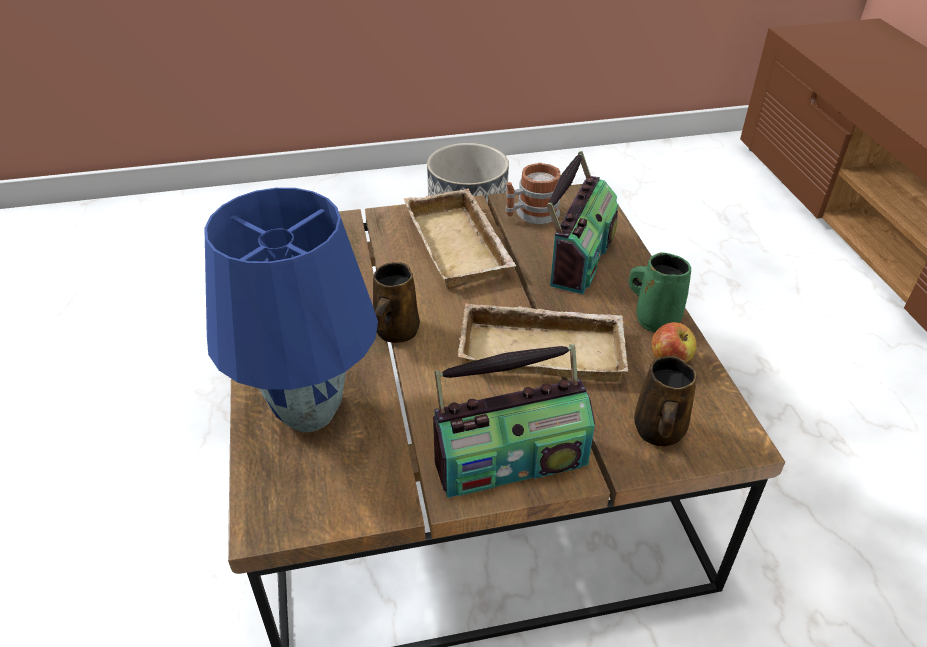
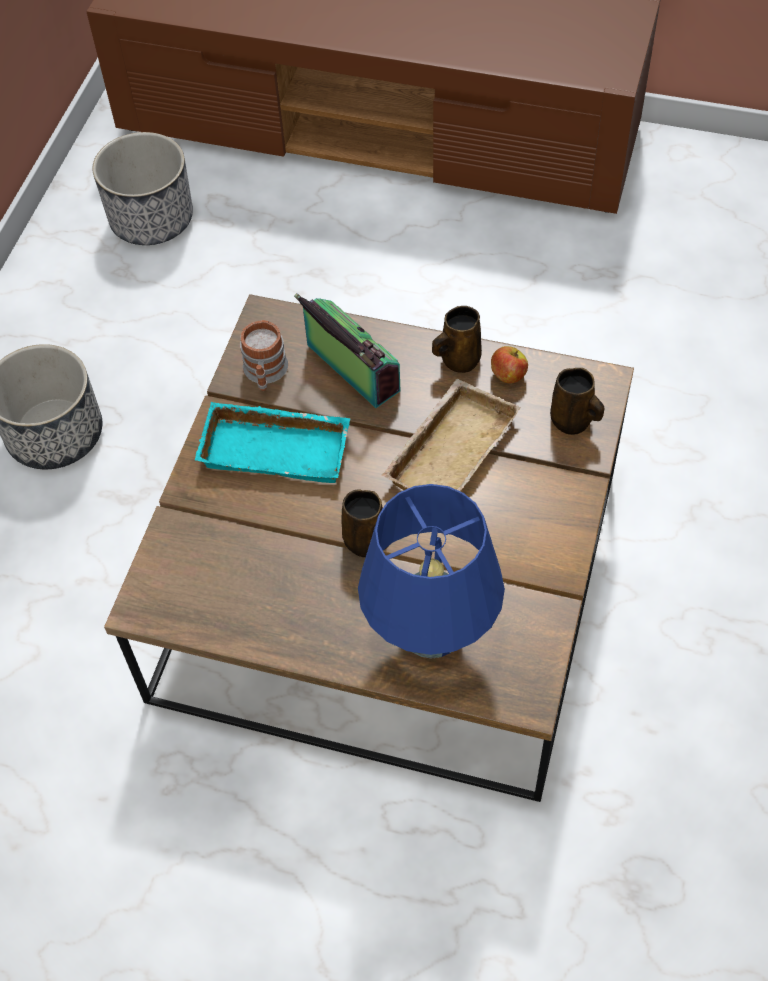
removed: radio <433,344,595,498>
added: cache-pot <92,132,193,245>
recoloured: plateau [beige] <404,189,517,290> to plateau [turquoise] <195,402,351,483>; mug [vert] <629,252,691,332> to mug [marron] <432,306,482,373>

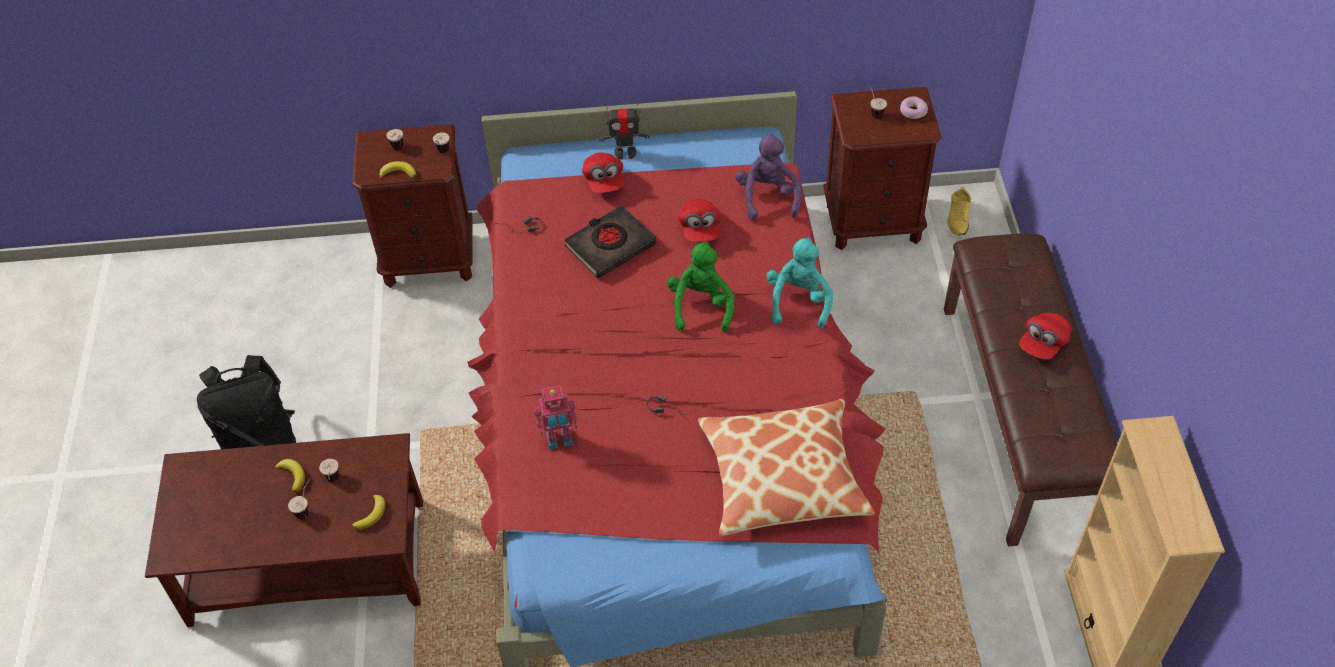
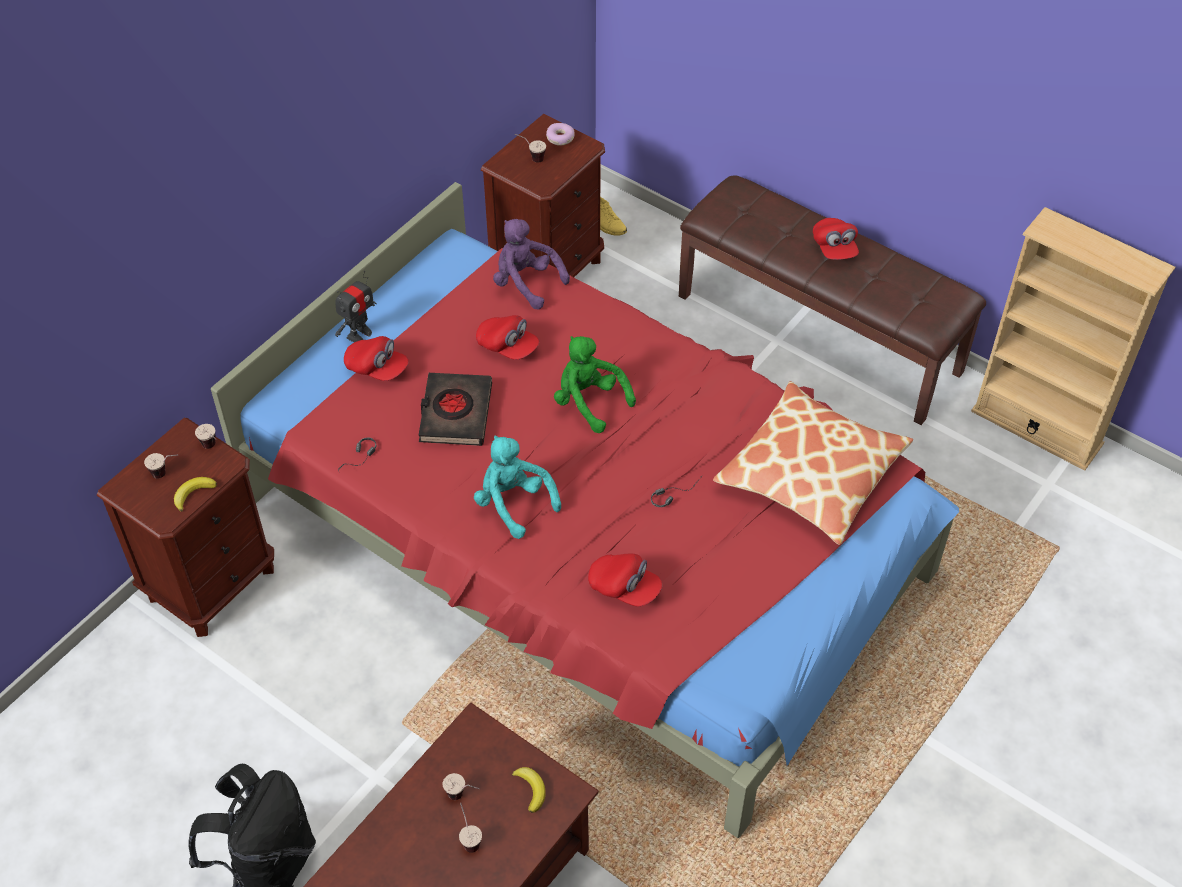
removed: banane <275,459,305,492>
moved: peluche [turquoise] <767,237,833,329> to <474,435,561,539>
replaced: robot jouet <535,386,577,450> to casquette [rouge] <588,554,662,607>

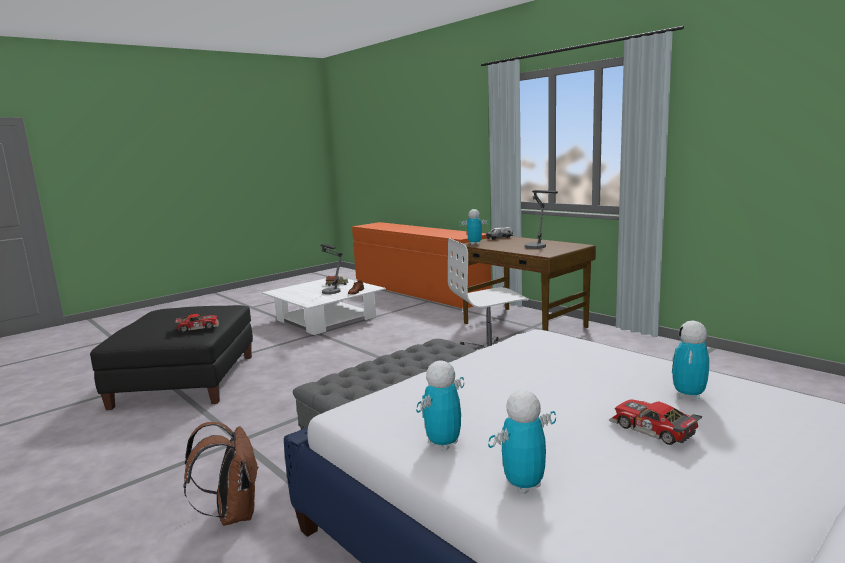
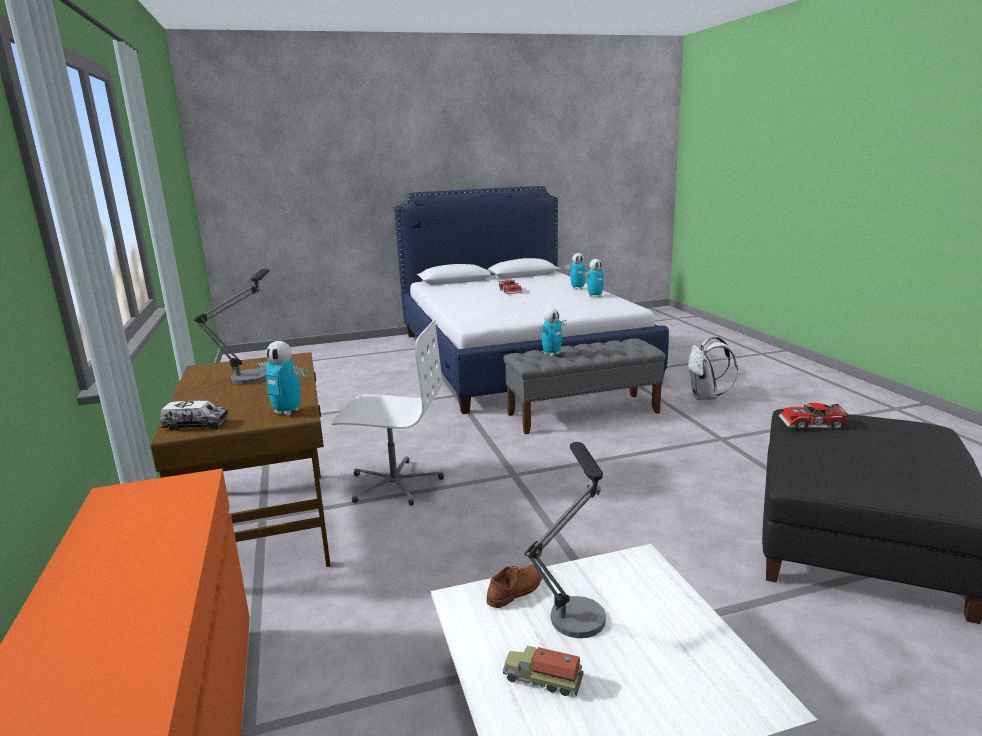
moved: robot jouet <672,321,709,400> to <536,308,567,356>
recoloured: sac à dos [marron] <183,422,259,526> to sac à dos [blanc] <688,336,738,400>

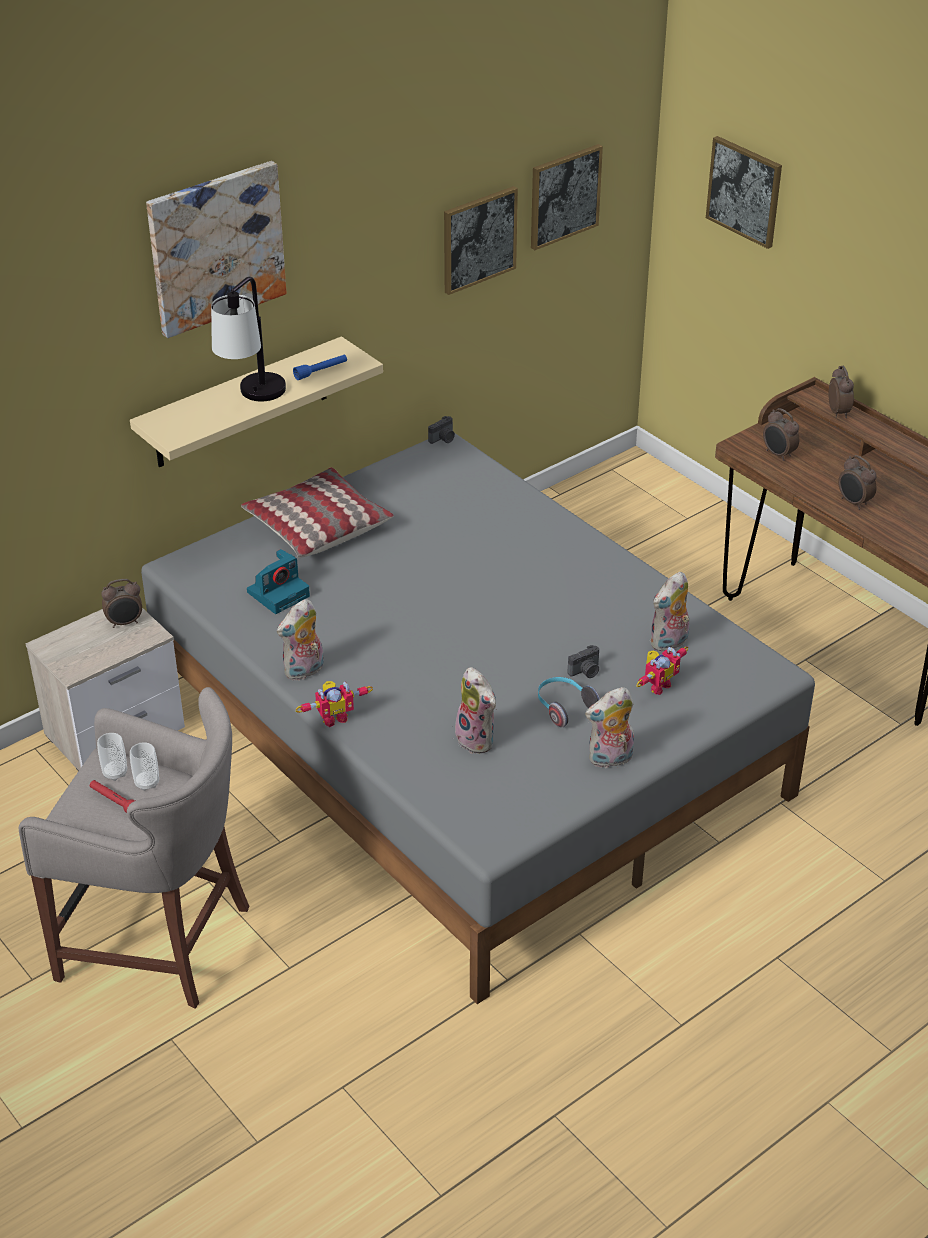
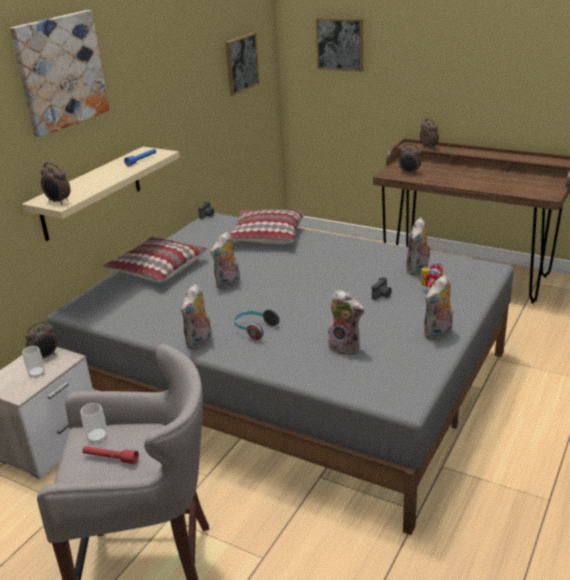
removed: lampe de table <211,277,286,401>; appareil photo <247,549,310,614>; robot jouet <295,681,373,727>; tableau <444,186,518,295>
added: peluche <210,232,240,289>; coussin <229,209,305,244>
moved: tasse <130,742,159,791> to <22,346,45,378>; casque audio <538,677,600,728> to <234,309,280,340>; réveil <838,455,877,510> to <40,162,70,205>

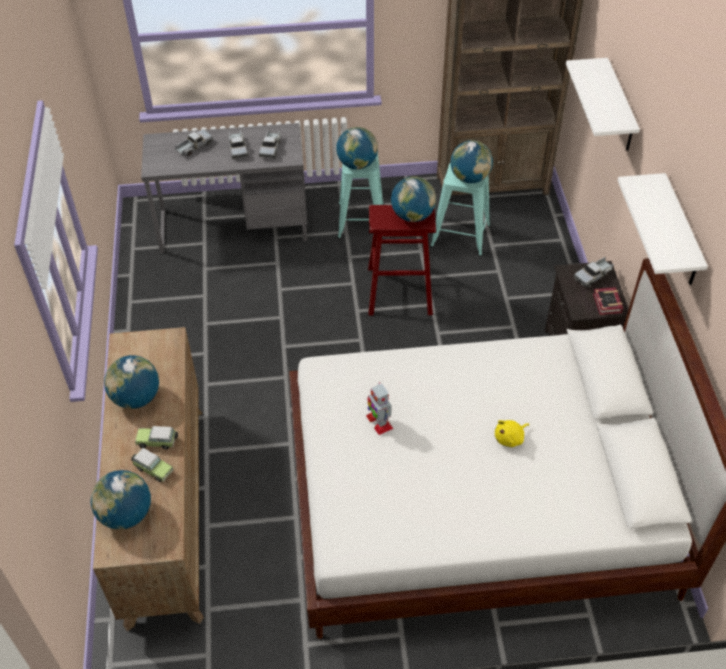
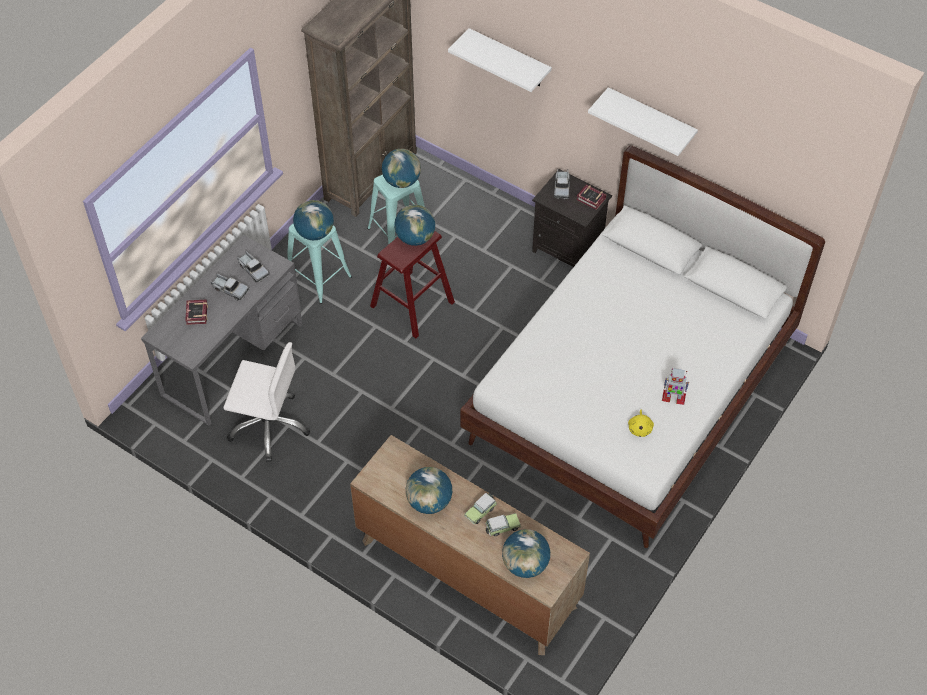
added: chaise de bureau [blanc] <223,342,310,462>
moved: robot jouet <366,382,393,435> to <662,368,689,405>; peluche [jaune] <495,420,529,447> to <628,410,654,437>
replaced: camion jouet <175,130,213,156> to livre <185,300,208,325>

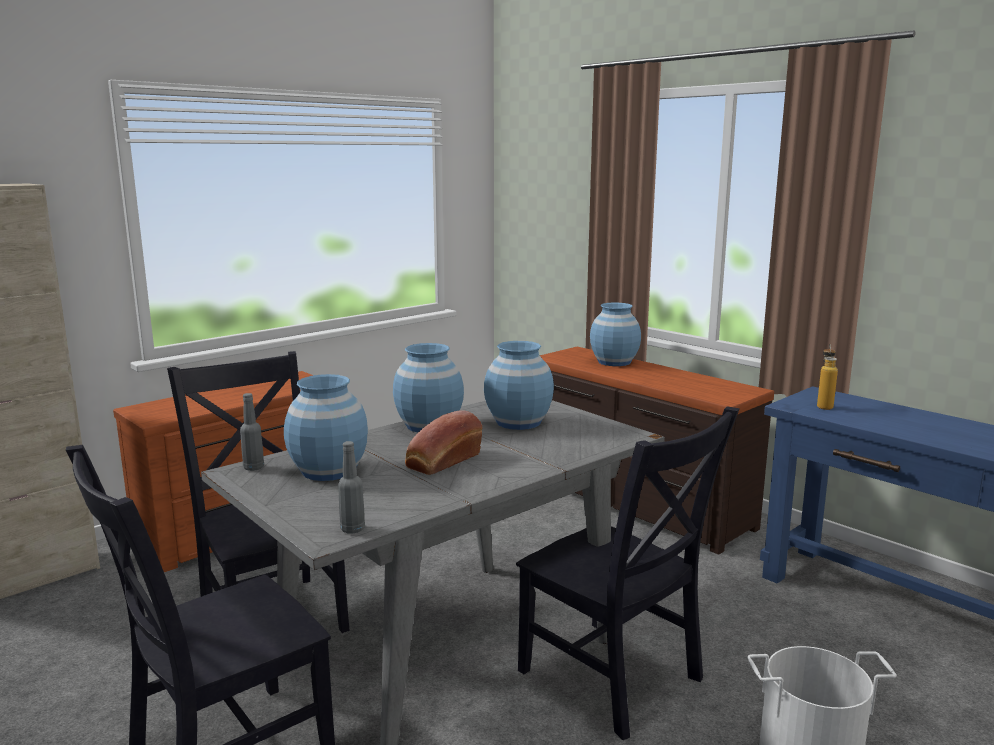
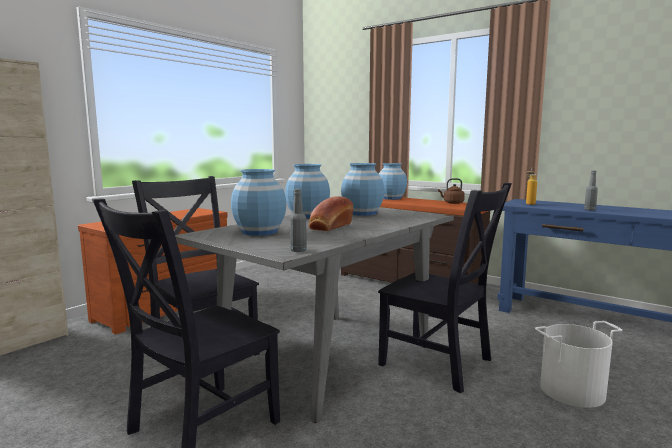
added: bouilloire [marron] <438,178,465,204>
moved: bouteille [gris] <240,393,264,471> to <584,170,598,211>

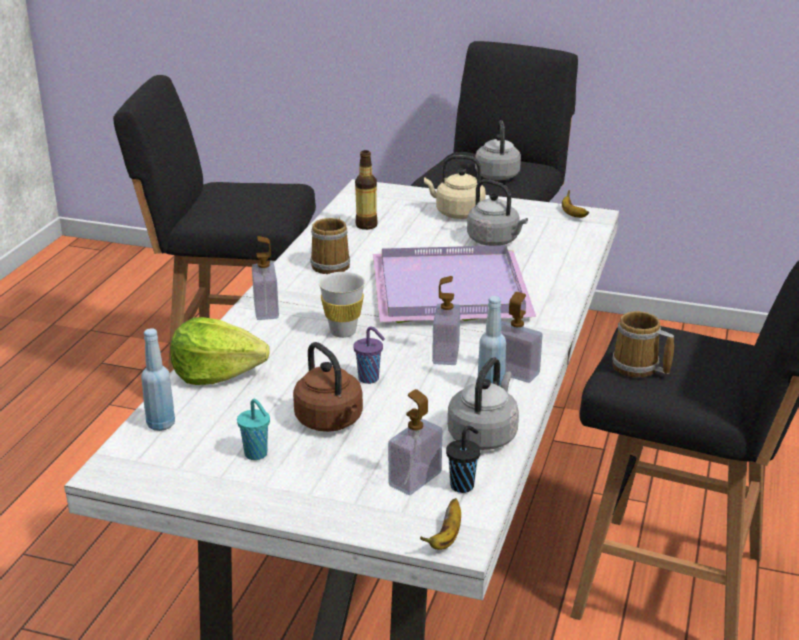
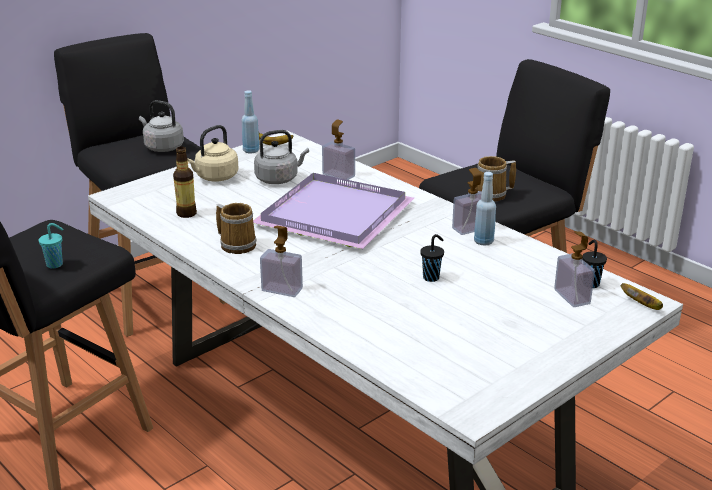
removed: laitue <170,317,270,385>; bouilloire [marron] <293,342,363,432>; tasse [blanc] <319,272,365,338>; bouilloire [gris] <448,357,519,450>
moved: bouteille [bleu] <141,328,175,431> to <242,90,260,153>; tasse [turquoise] <237,399,270,460> to <39,223,63,269>; distributeur de savon <432,276,460,365> to <322,120,355,180>
recoloured: tasse [violet] <353,327,385,384> to tasse [noir] <420,234,444,282>

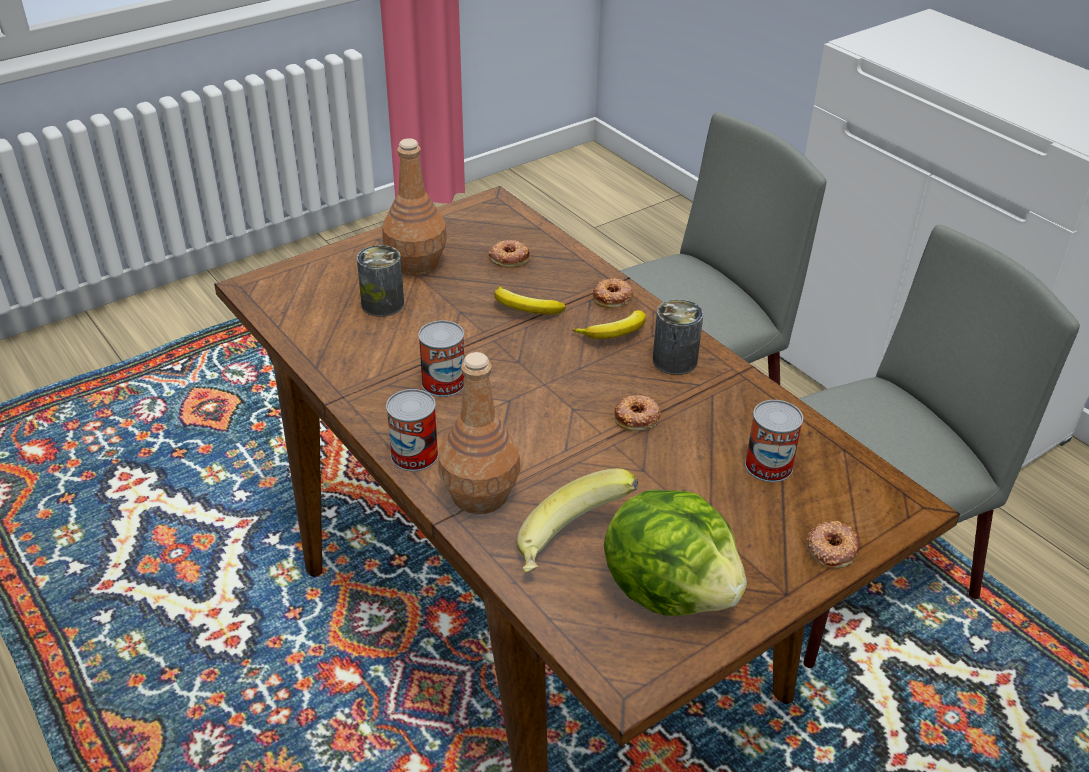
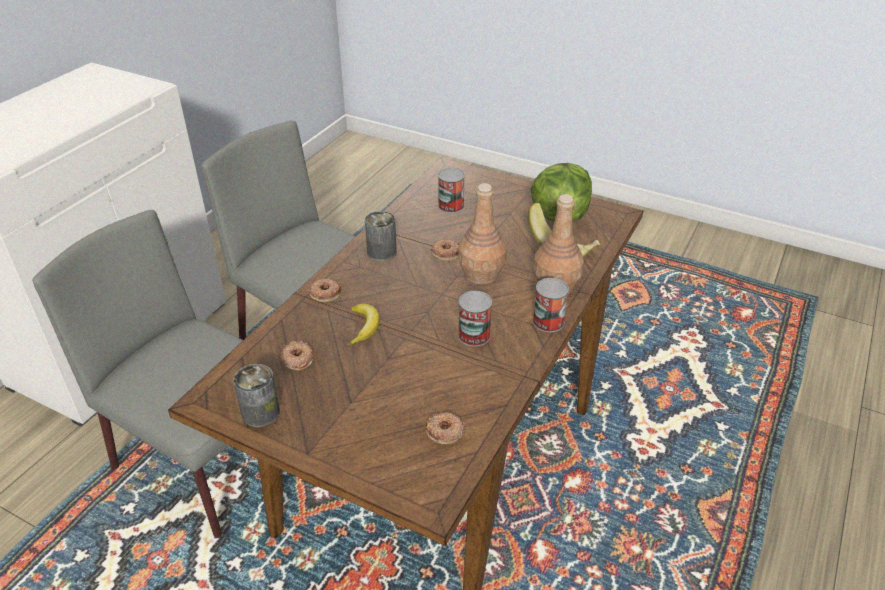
removed: banane <572,310,646,339>
moved: boîte métallique <357,245,404,317> to <233,364,280,427>; bouteille [marron] <382,138,447,276> to <458,183,507,285>; beignet <807,521,860,569> to <425,412,465,444>

